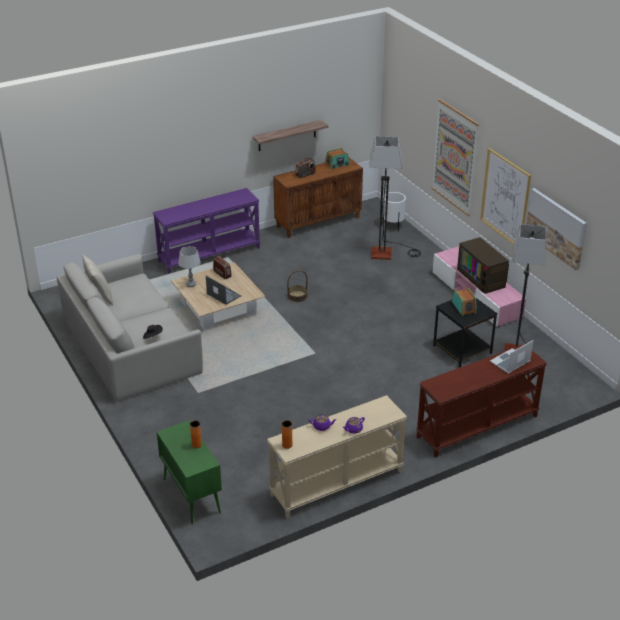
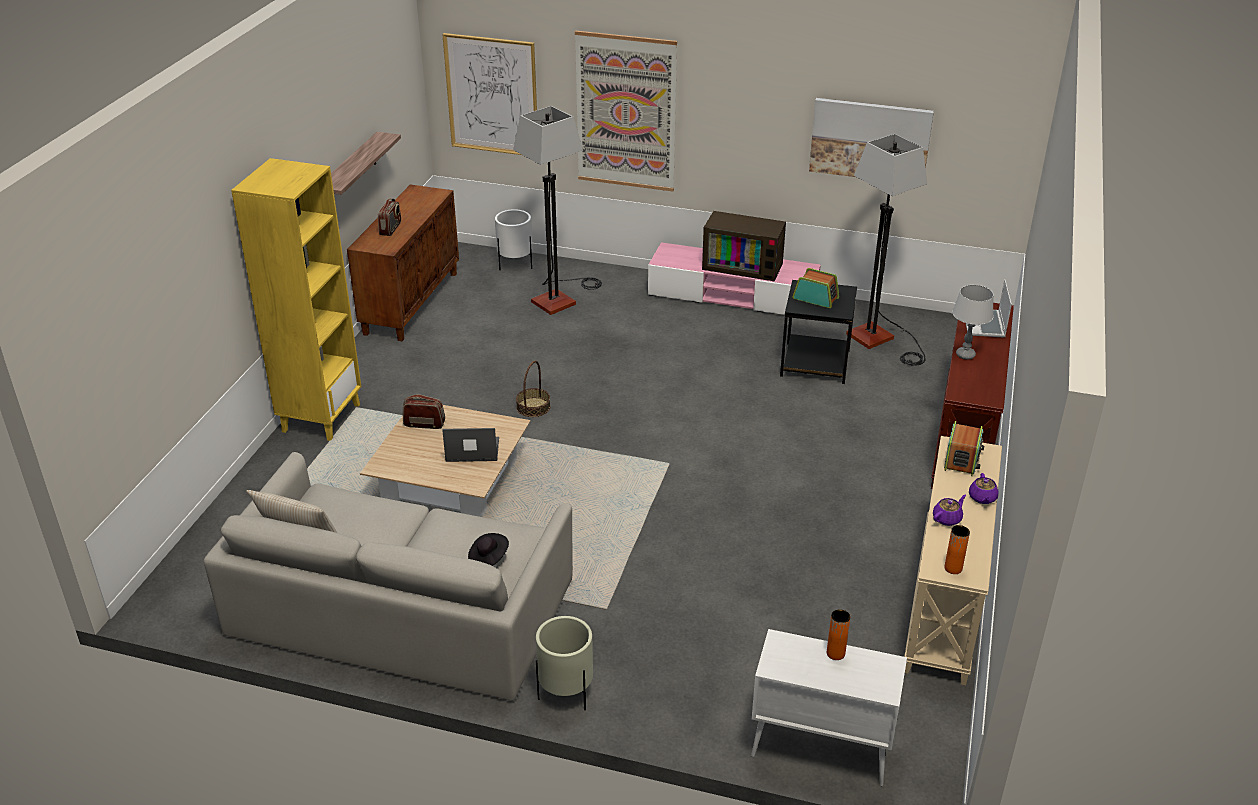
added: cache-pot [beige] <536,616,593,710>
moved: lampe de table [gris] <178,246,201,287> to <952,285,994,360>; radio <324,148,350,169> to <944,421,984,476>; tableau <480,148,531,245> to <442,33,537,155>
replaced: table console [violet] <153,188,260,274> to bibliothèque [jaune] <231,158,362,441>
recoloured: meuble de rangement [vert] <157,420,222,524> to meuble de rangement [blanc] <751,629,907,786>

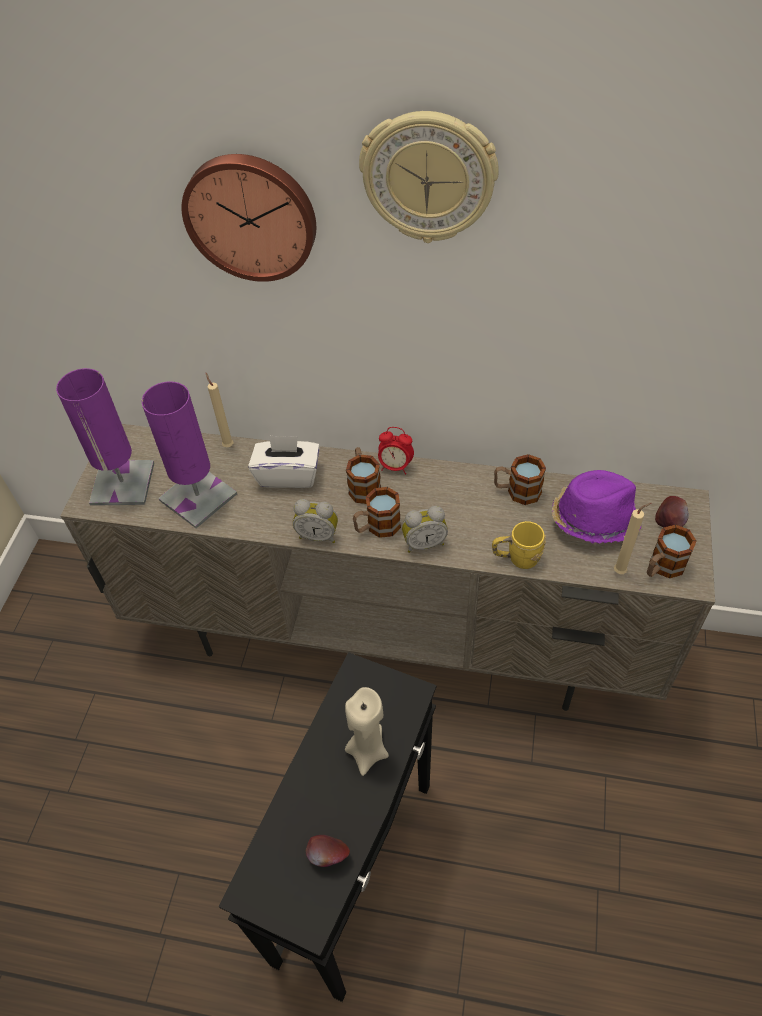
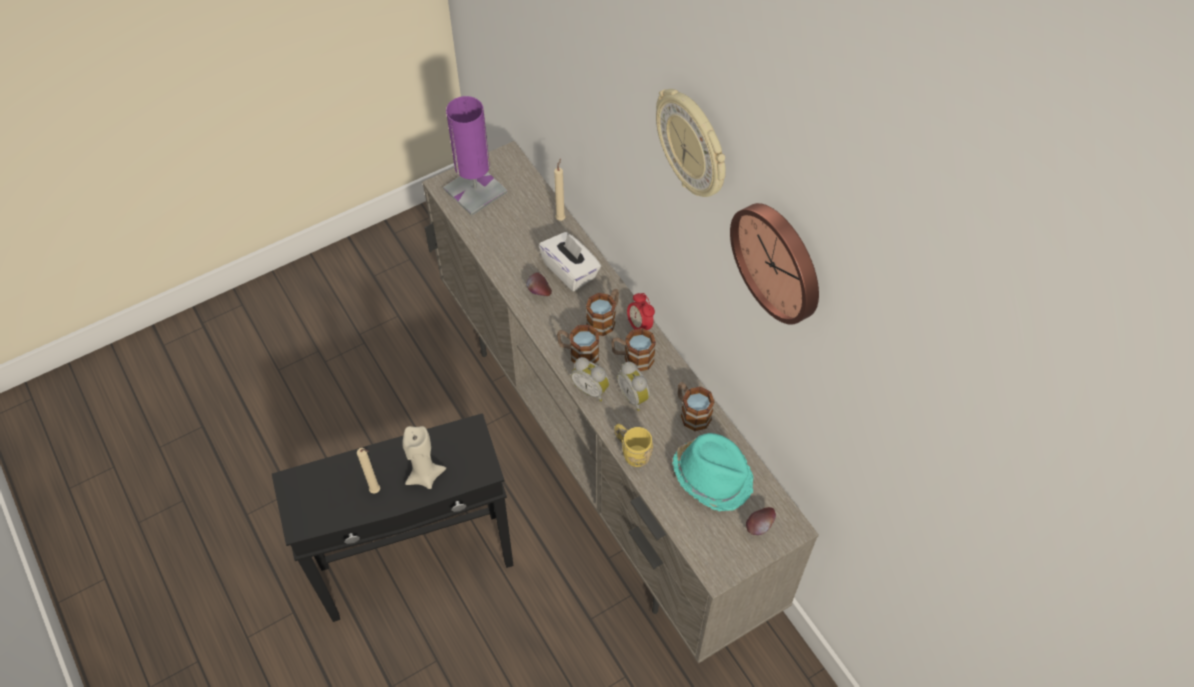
removed: lampe de table [violet] <141,381,237,528>
moved: horloge murale <182,154,316,282> to <730,203,819,325>; réveil <293,499,338,543> to <617,362,650,411>; pomme <306,835,350,867> to <526,272,552,296>; bougie [beige] <614,503,651,574> to <357,448,380,494>; mug <647,525,696,578> to <611,328,656,371>
recoloured: chapeau [violet] <552,470,641,543> to chapeau [turquoise] <672,433,753,512>

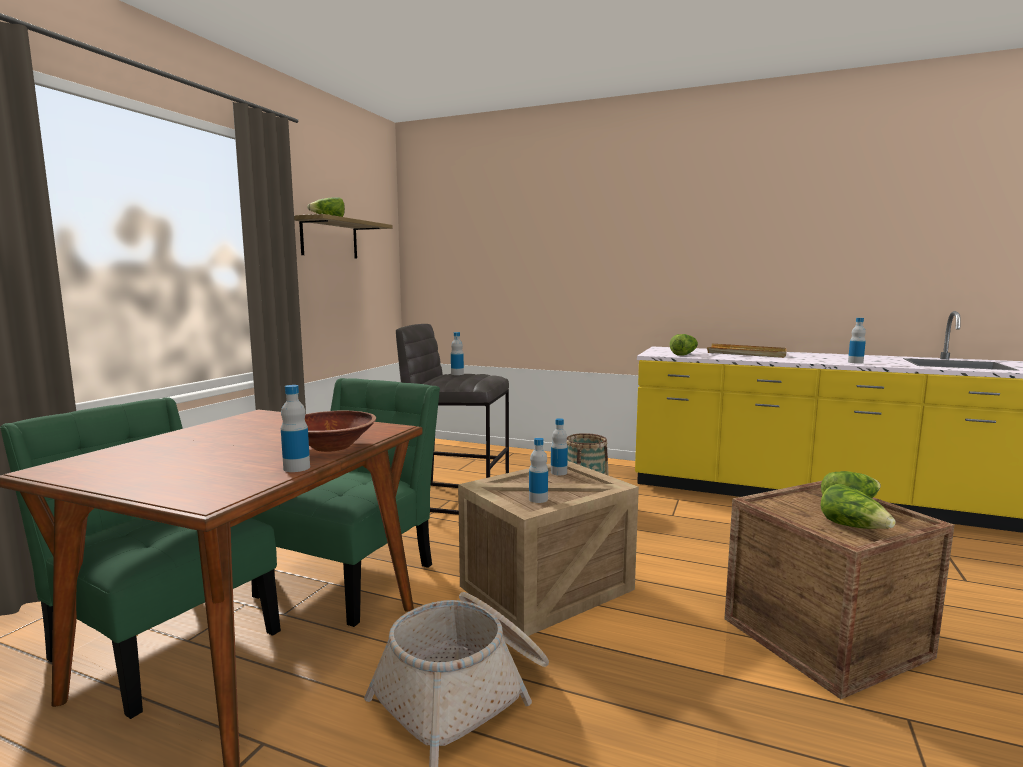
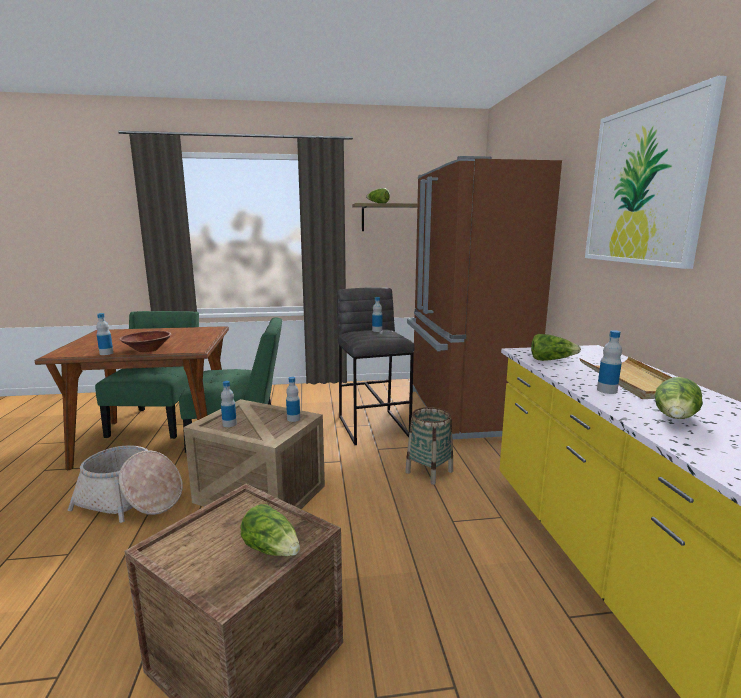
added: réfrigérateur [marron] <407,156,562,440>; tableau <585,76,727,269>
moved: laitue <820,484,896,529> to <655,377,703,419>; bouteille <848,318,866,364> to <597,330,622,394>

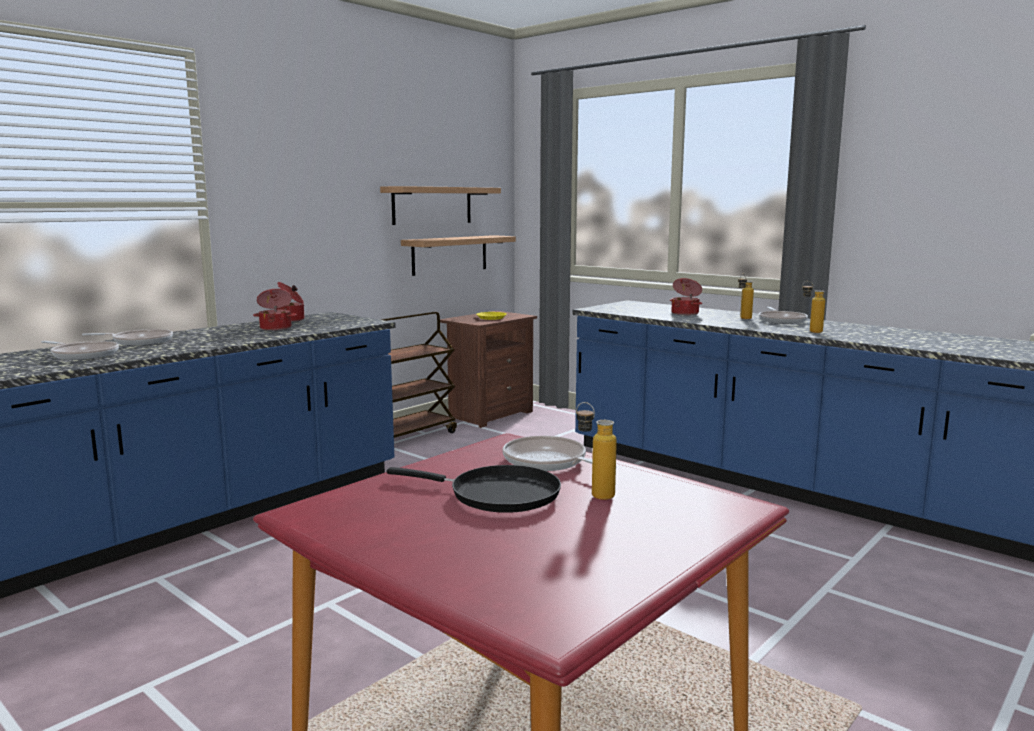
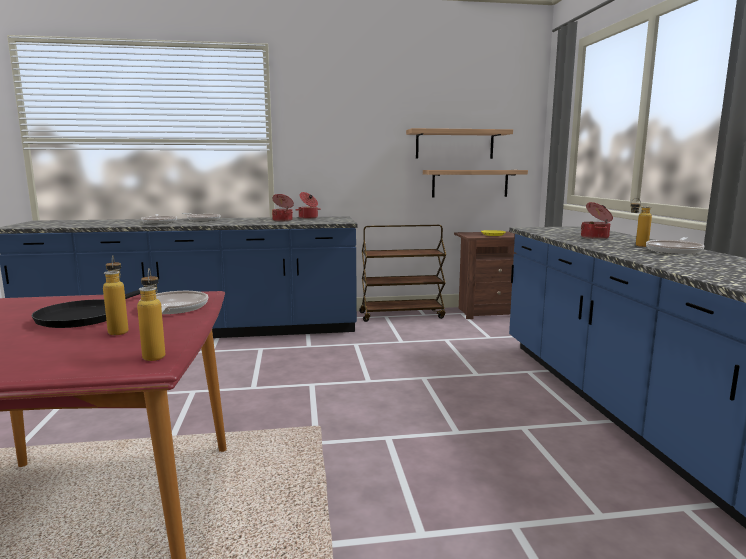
moved: bouteille <802,281,825,333> to <137,268,165,361>
turned: poêle [noir] <387,465,561,513> = <32,290,140,328> 45 degrees clockwise

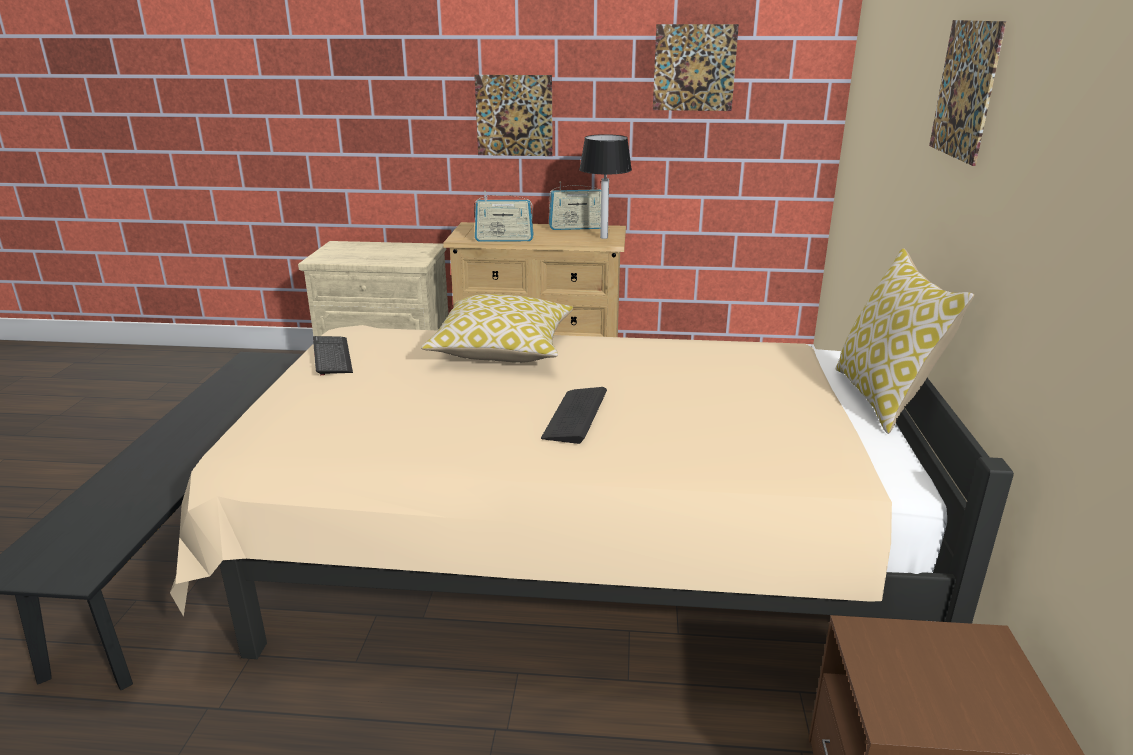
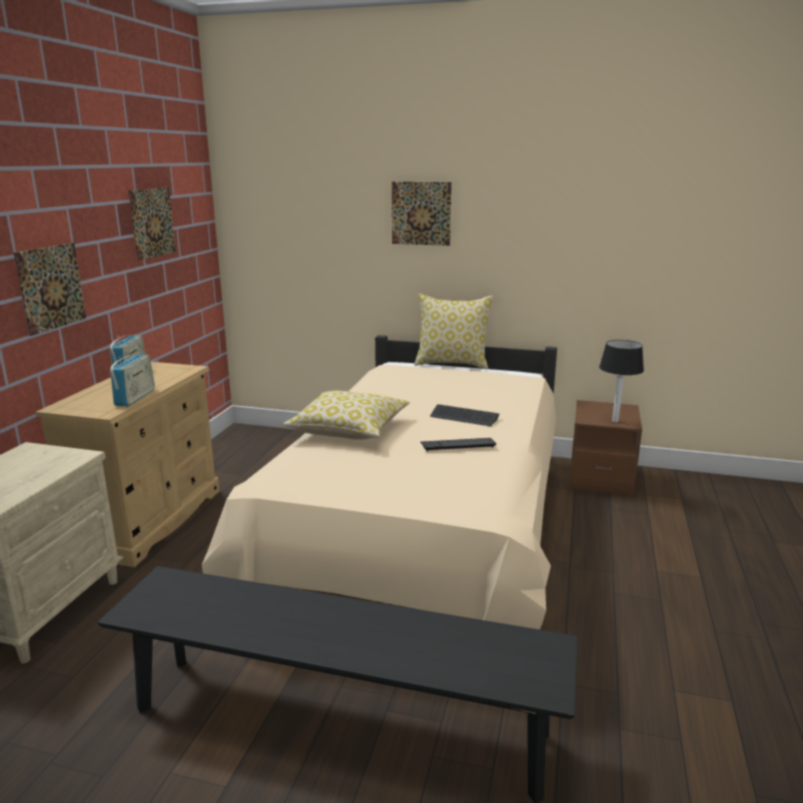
moved: clavier <313,336,353,376> to <421,438,496,452>; lampe de table <579,134,632,239> to <599,340,644,423>

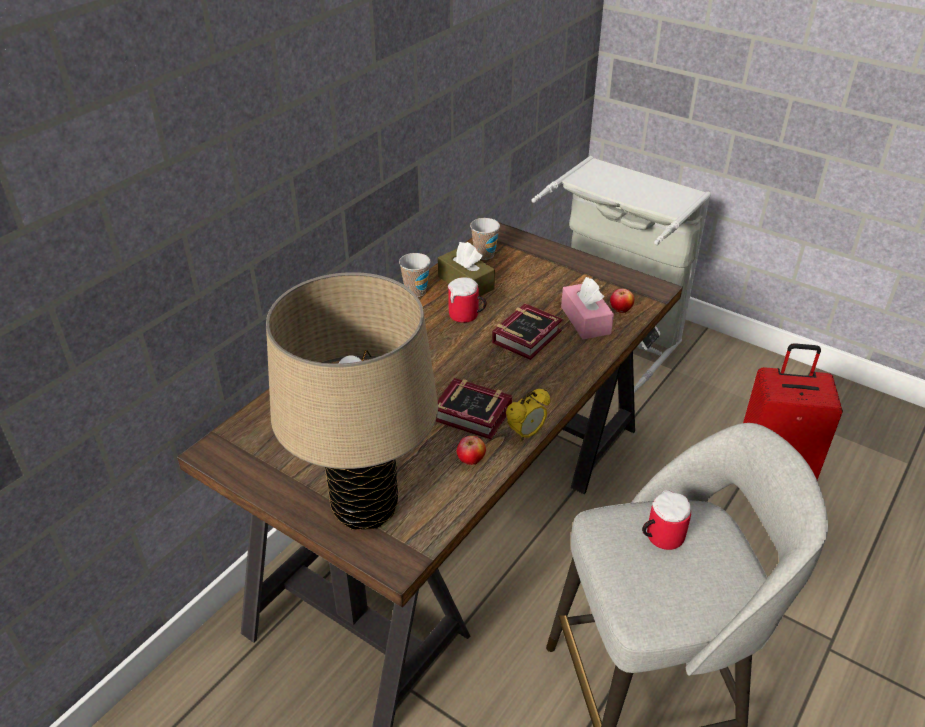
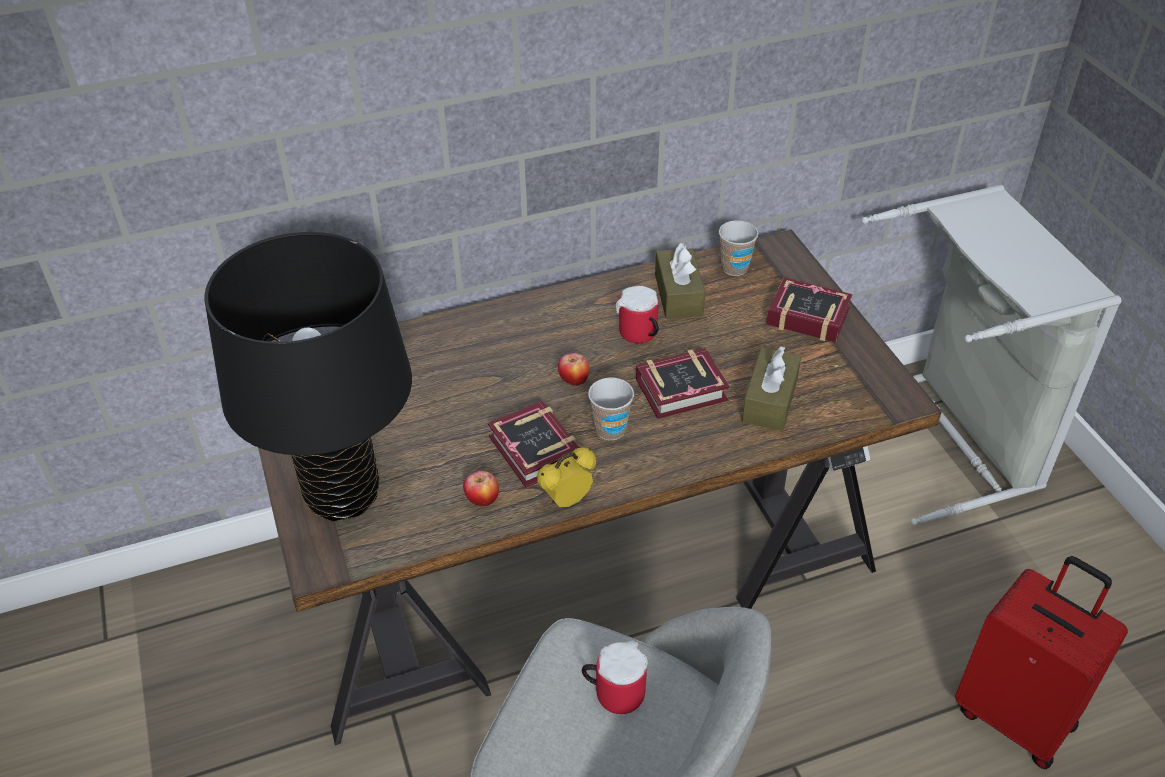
added: livre <766,277,852,342>
moved: tasse <399,253,430,297> to <588,377,634,440>; pomme <610,289,634,313> to <558,353,590,386>
recoloured: lampe de table [beige] <266,272,438,530> to lampe de table [noir] <205,232,412,521>; boîte à mouchoirs [rose] <561,277,614,339> to boîte à mouchoirs [marron] <742,346,801,431>
turned: réveil <506,389,550,442> = <537,447,596,507> 150 degrees clockwise

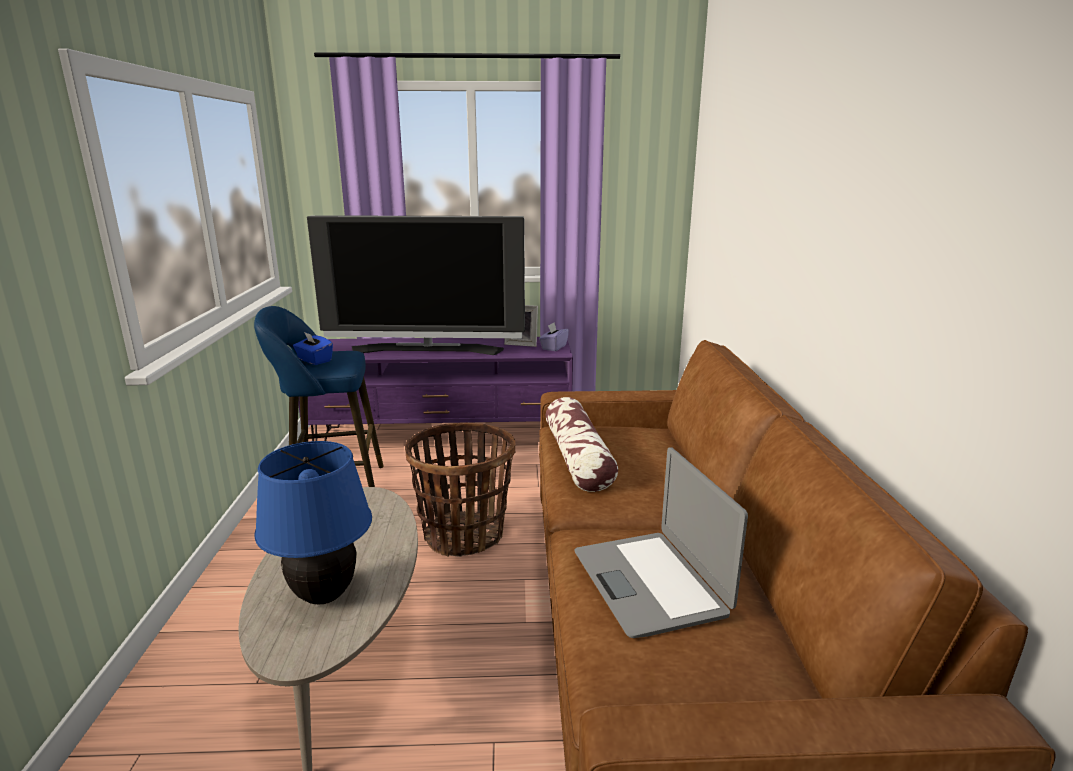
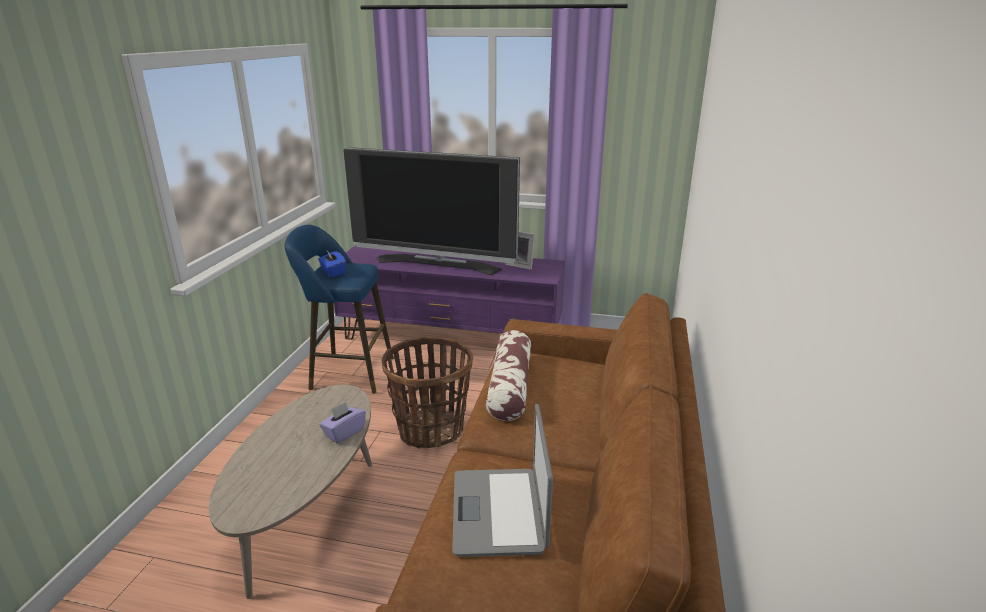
removed: lampe de table [bleu] <255,441,372,604>
moved: boîte à mouchoirs [violet] <539,322,569,351> to <319,402,366,444>

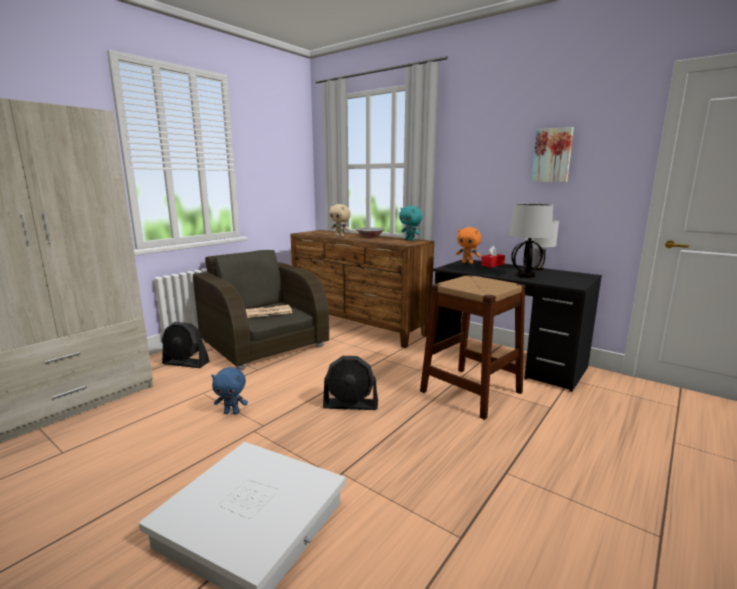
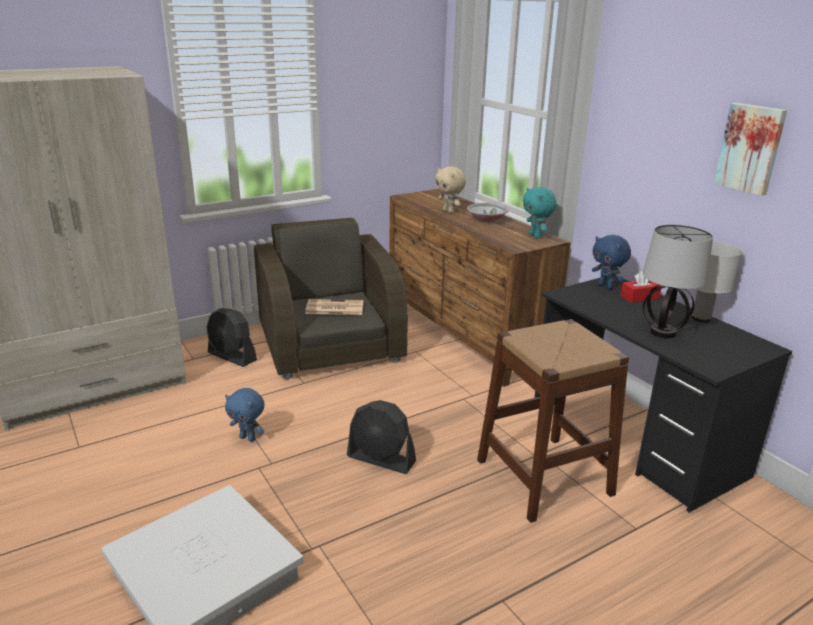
recoloured: peluche [orange] <456,227,481,264> to peluche [bleu] <592,235,631,289>

